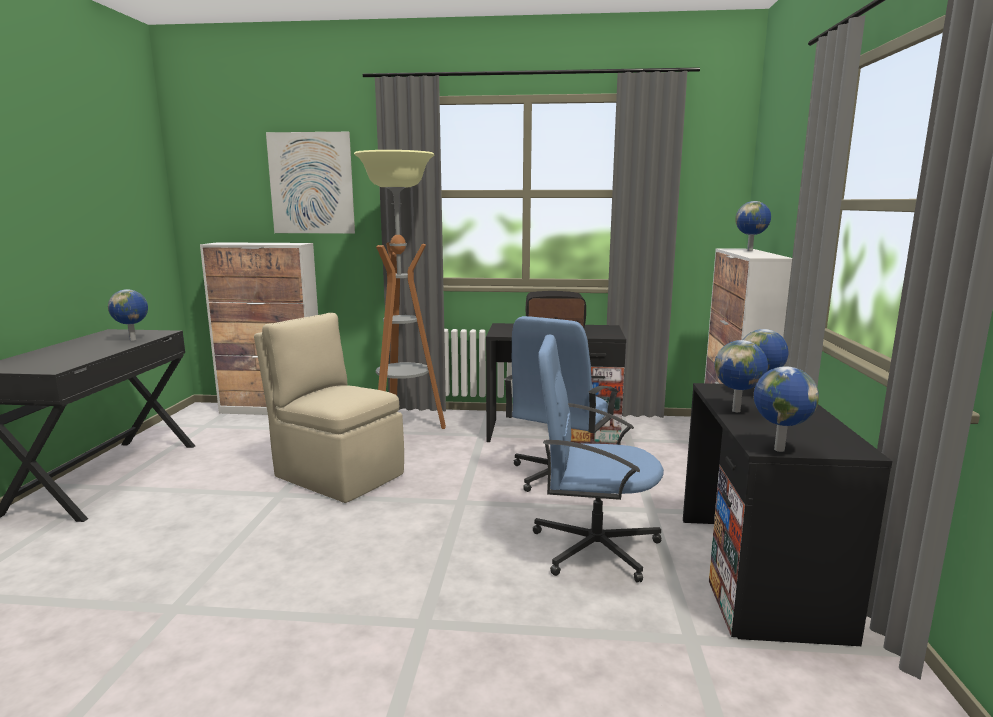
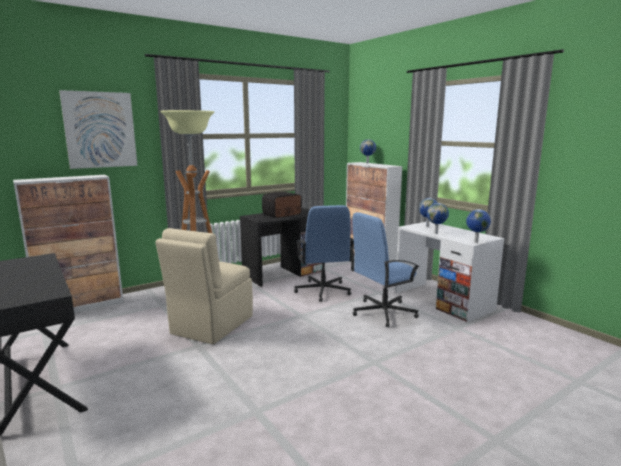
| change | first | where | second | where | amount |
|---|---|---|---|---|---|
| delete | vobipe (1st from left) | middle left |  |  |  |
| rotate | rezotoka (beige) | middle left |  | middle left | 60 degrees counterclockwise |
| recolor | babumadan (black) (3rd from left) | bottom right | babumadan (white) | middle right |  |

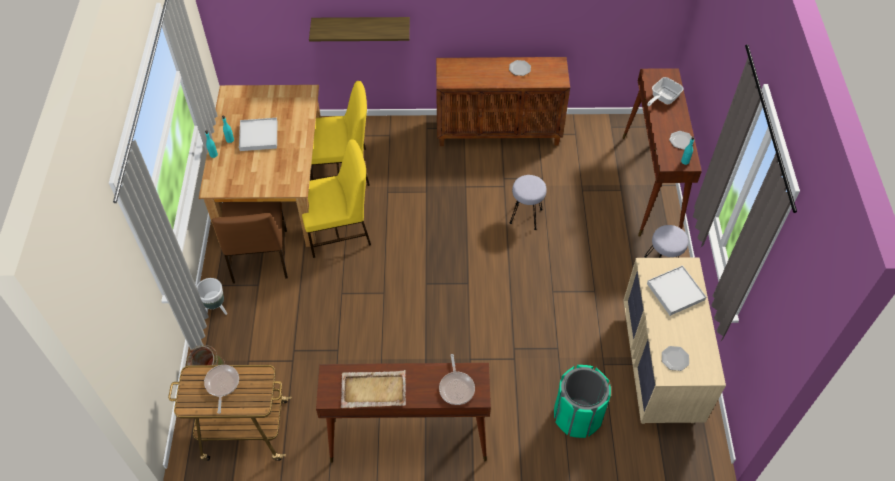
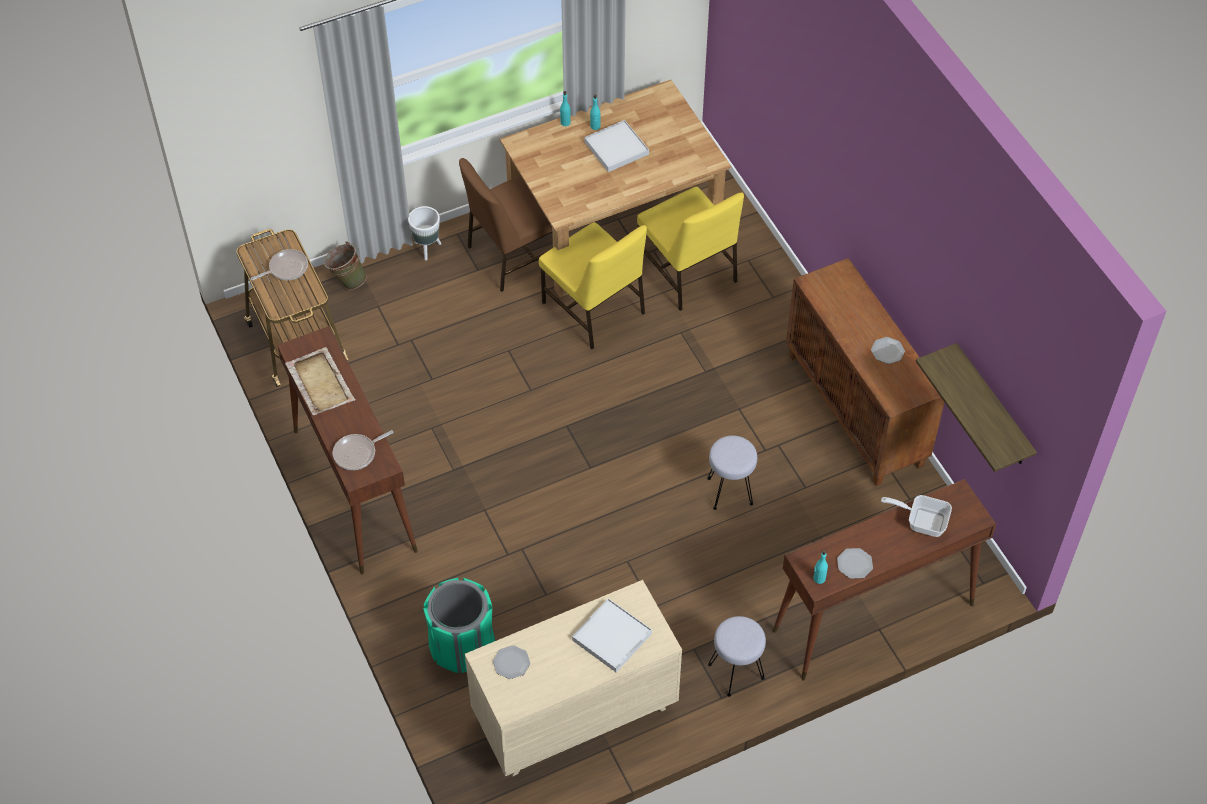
| change | first | where | second | where | amount |
|---|---|---|---|---|---|
| move | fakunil | top centre |  | middle right |  |

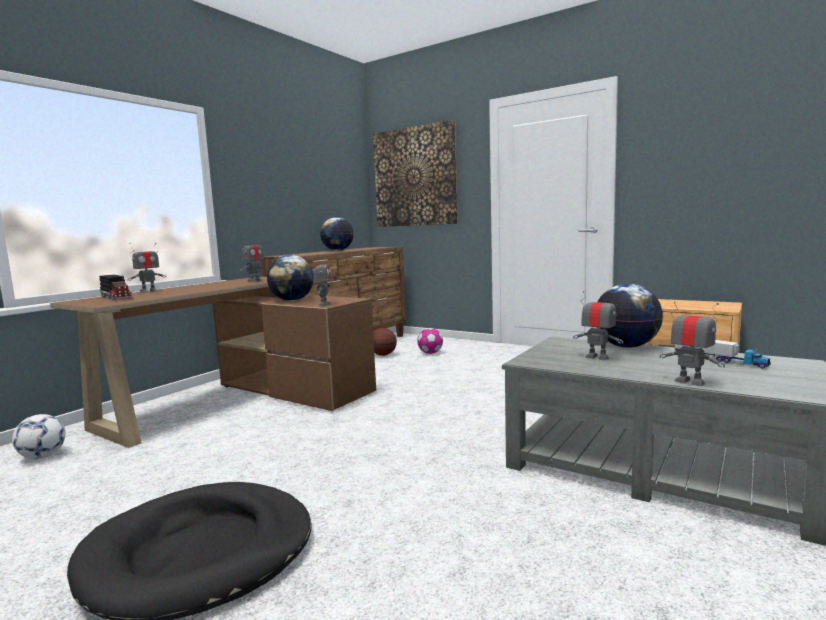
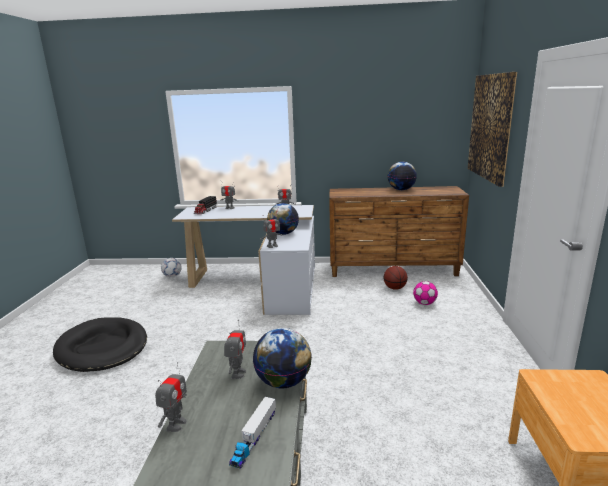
| change | first | where | second | where | amount |
|---|---|---|---|---|---|
| recolor | babumadan (brown) | middle left | babumadan (white) | centre |  |

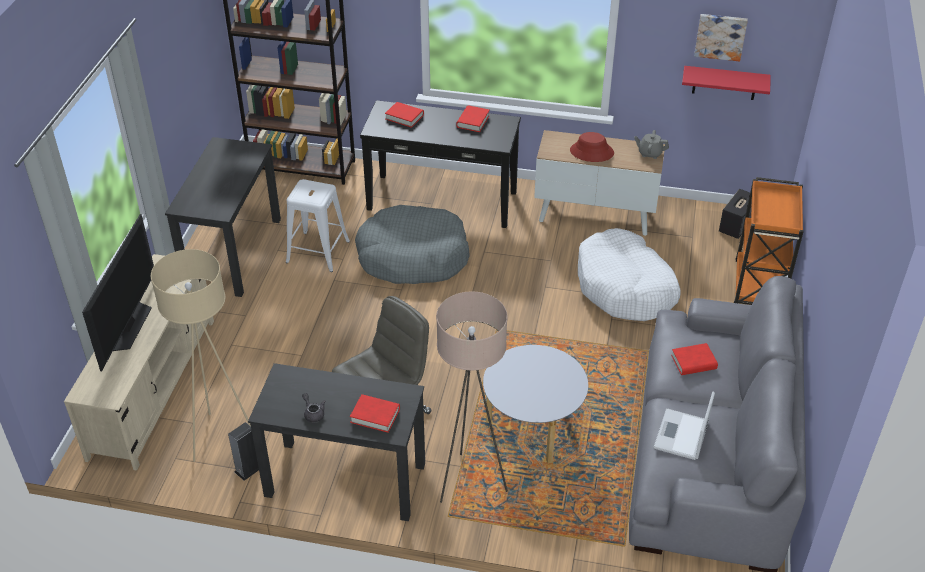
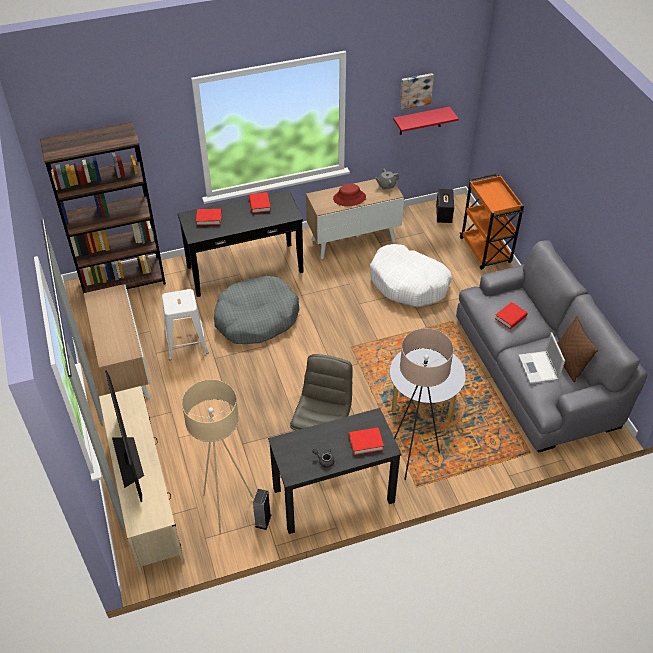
| change | first | where | second | where | amount |
|---|---|---|---|---|---|
| replace | babumadan (black) (1st from left) | middle left | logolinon (1st from left) | middle left |  |
| insert |  |  | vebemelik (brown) | middle right |  |

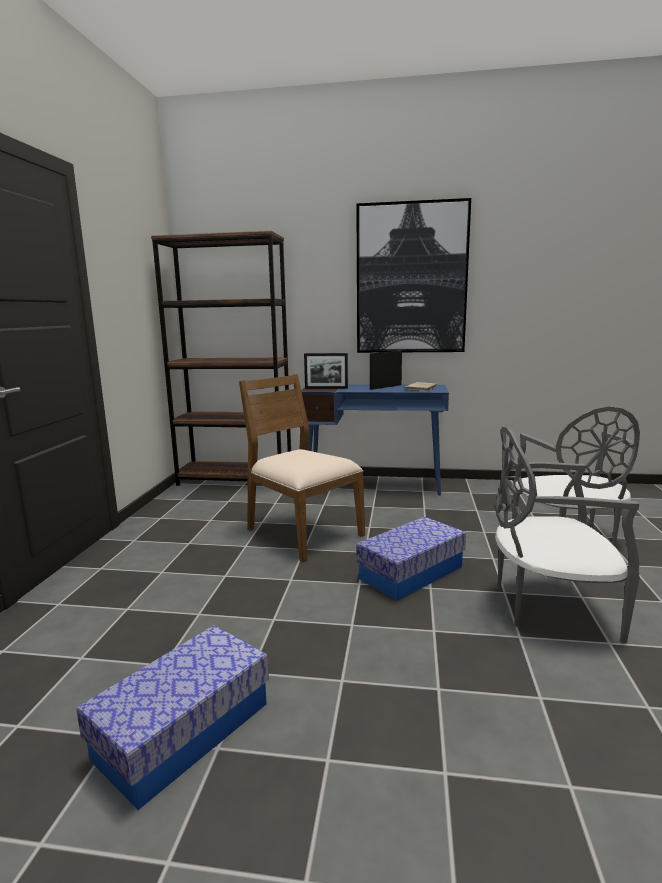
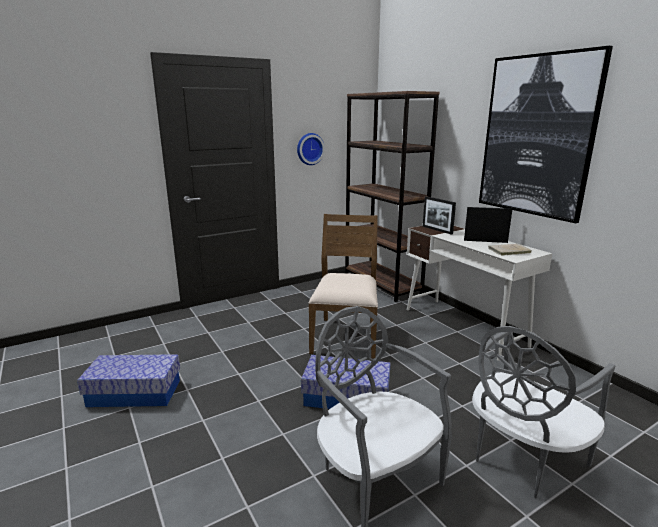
| change | first | where | second | where | amount |
|---|---|---|---|---|---|
| recolor | babumadan (blue) | centre | babumadan (white) | middle right |  |
| insert |  |  | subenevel | top centre |  |

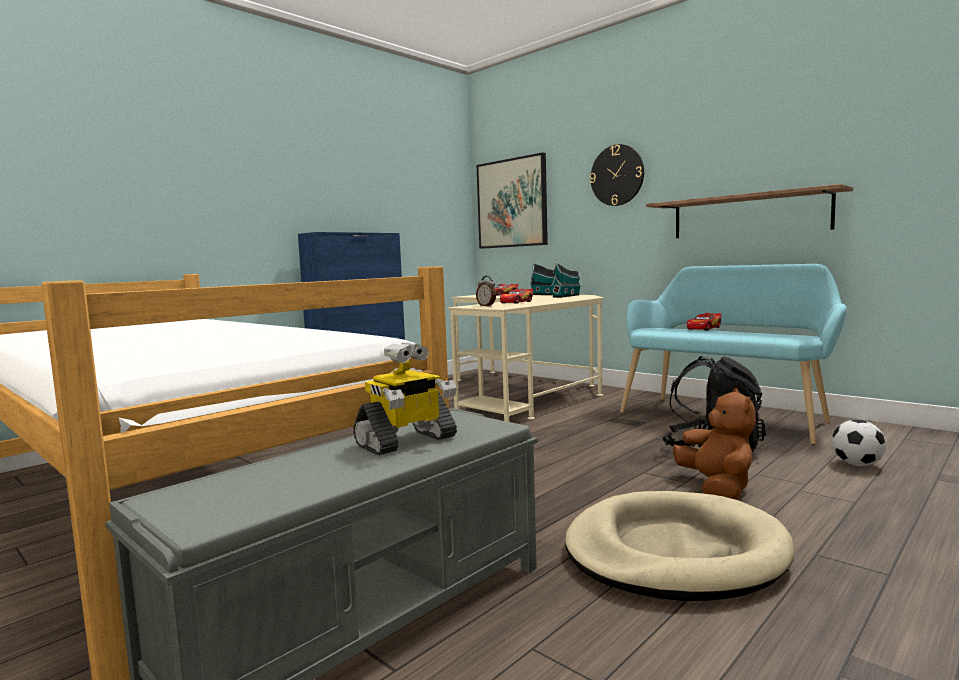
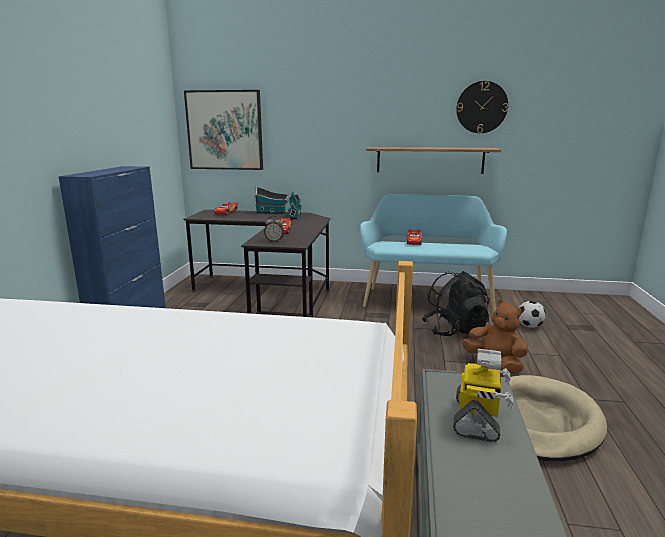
| change | first | where | second | where | amount |
|---|---|---|---|---|---|
| recolor | babumadan (beige) | centre | babumadan (black) | centre |  |
| move | subenevel | top centre |  | top right |  |

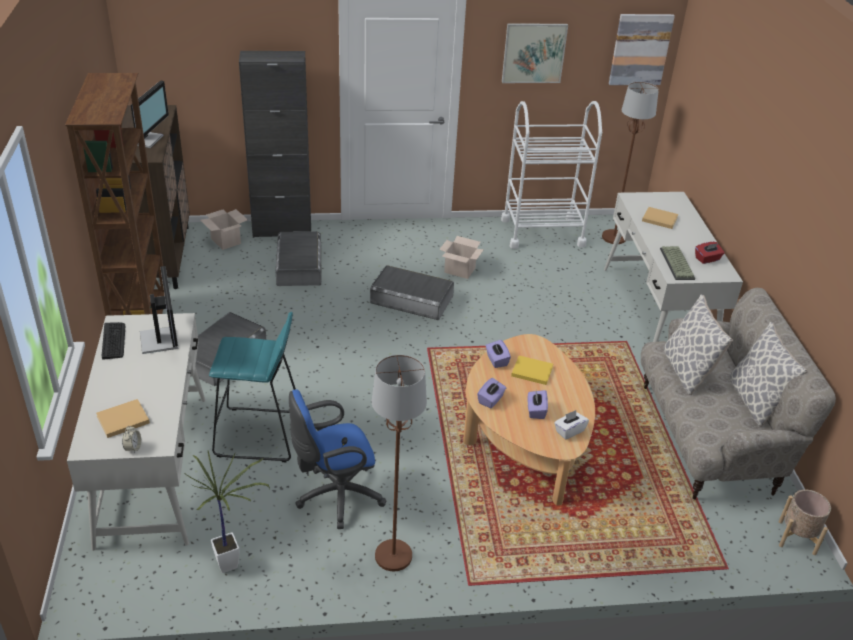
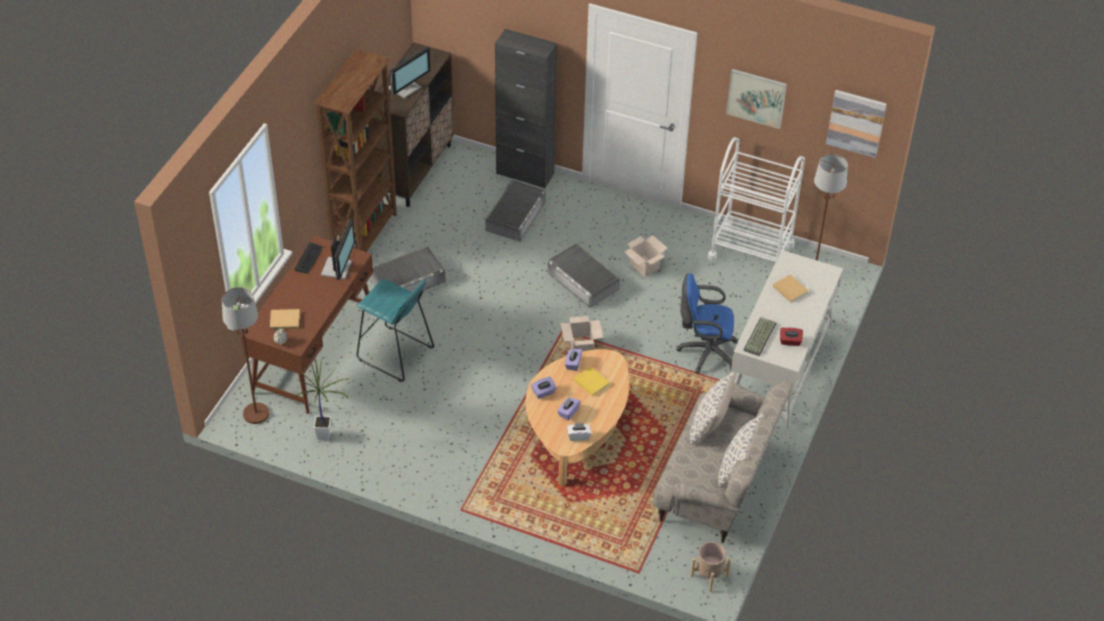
| change | first | where | second | where | amount |
|---|---|---|---|---|---|
| recolor | babumadan (white) (1st from left) | bottom left | babumadan (brown) | middle left |  |
| move | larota (1st from left) | middle left |  | centre |  |
| move | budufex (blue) | bottom centre |  | centre |  |
| move | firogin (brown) (1st from left) | bottom centre |  | middle left |  |

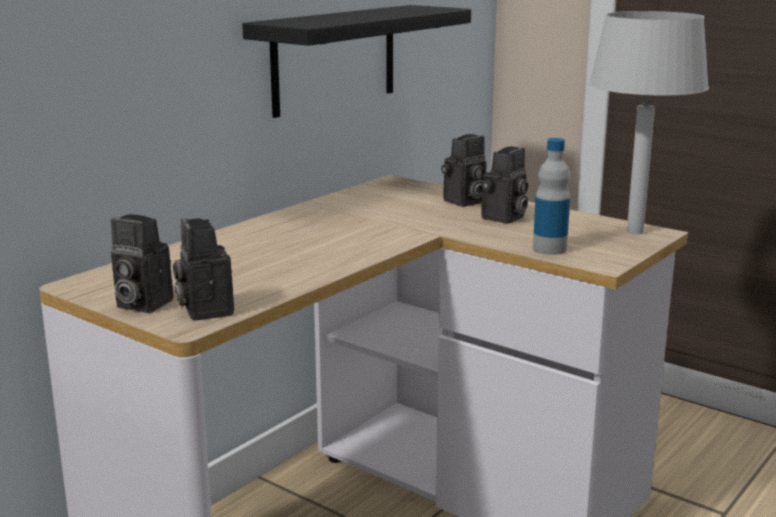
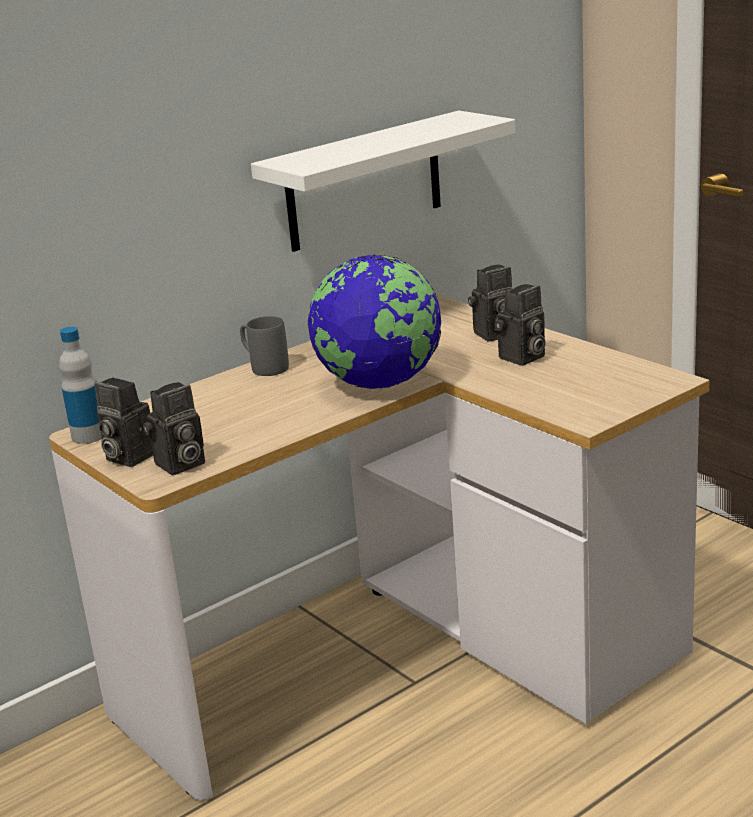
| change | first | where | second | where | amount |
|---|---|---|---|---|---|
| rotate | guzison (2nd from left) | middle left |  | middle left | 120 degrees counterclockwise |
| recolor | fakunil (black) | top centre | fakunil (white) | top centre |  |
| move | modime | middle right |  | middle left |  |
| delete | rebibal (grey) | top right |  |  |  |
| insert |  |  | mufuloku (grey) | centre |  |
| insert |  |  | vobipe | centre |  |

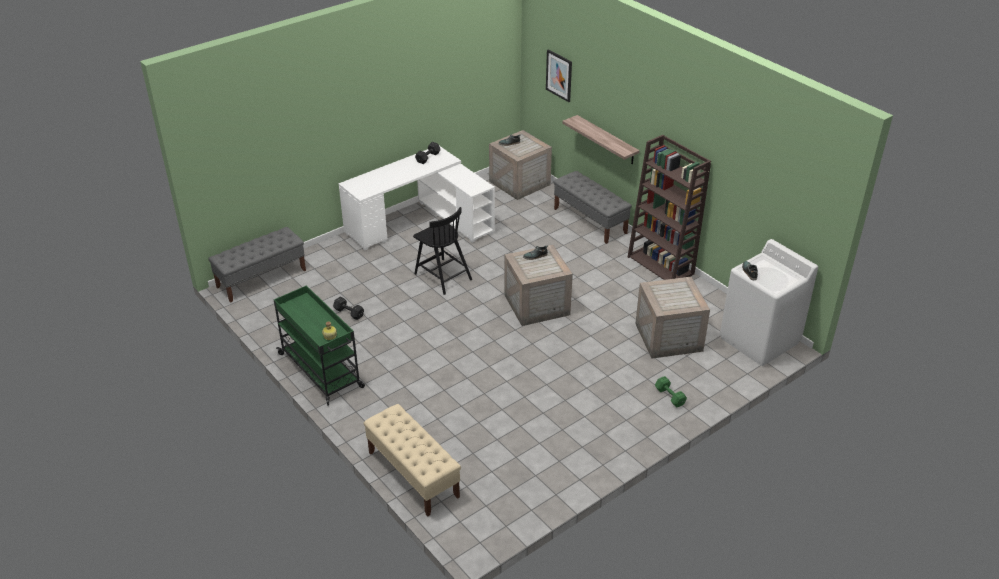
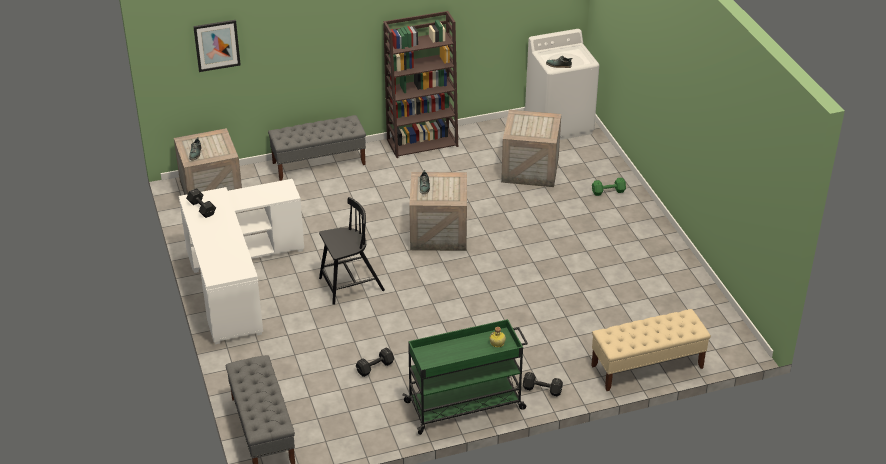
| change | first | where | second | where | amount |
|---|---|---|---|---|---|
| delete | fakunil | top centre |  |  |  |
| insert |  |  | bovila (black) (3rd from left) | bottom centre |  |

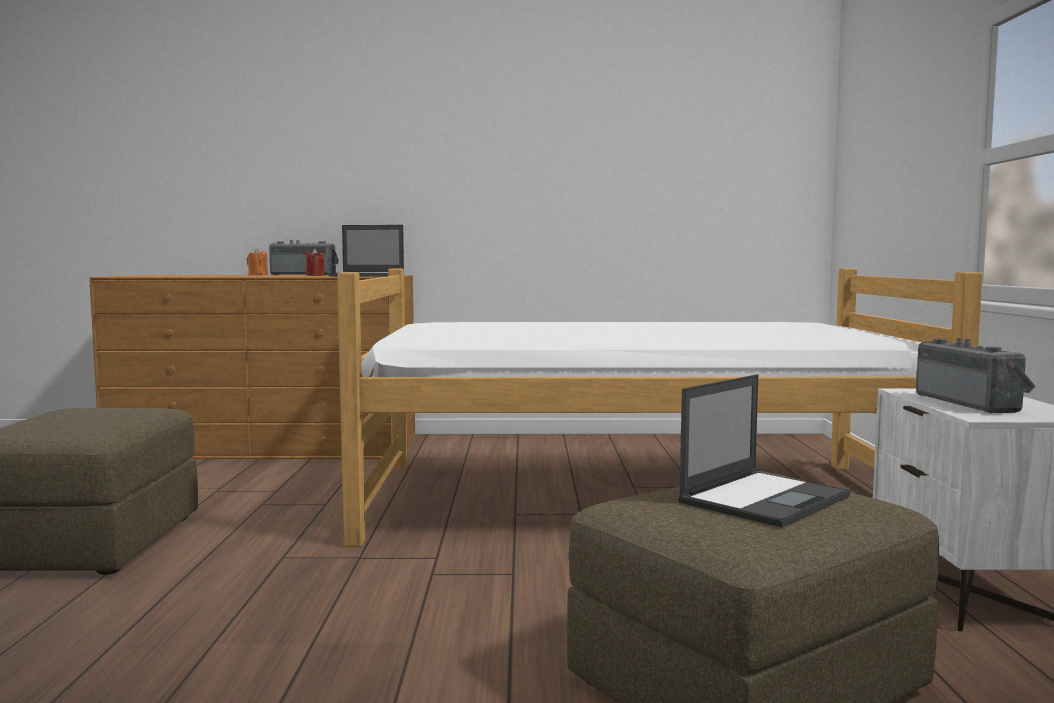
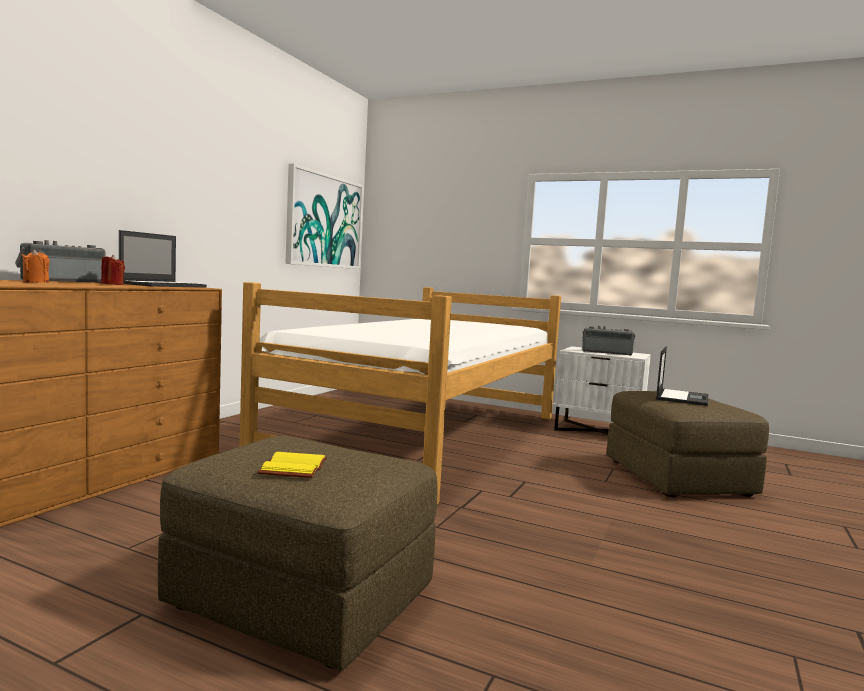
| change | first | where | second | where | amount |
|---|---|---|---|---|---|
| rotate | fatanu (2nd from left) | middle right |  | middle right | 45 degrees clockwise |
| insert |  |  | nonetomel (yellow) | bottom centre |  |
| insert |  |  | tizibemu | top centre |  |

